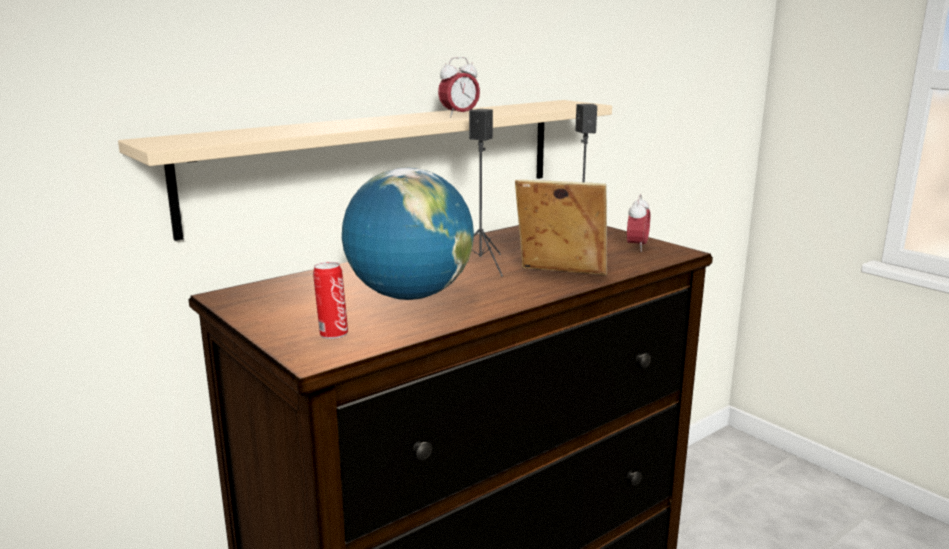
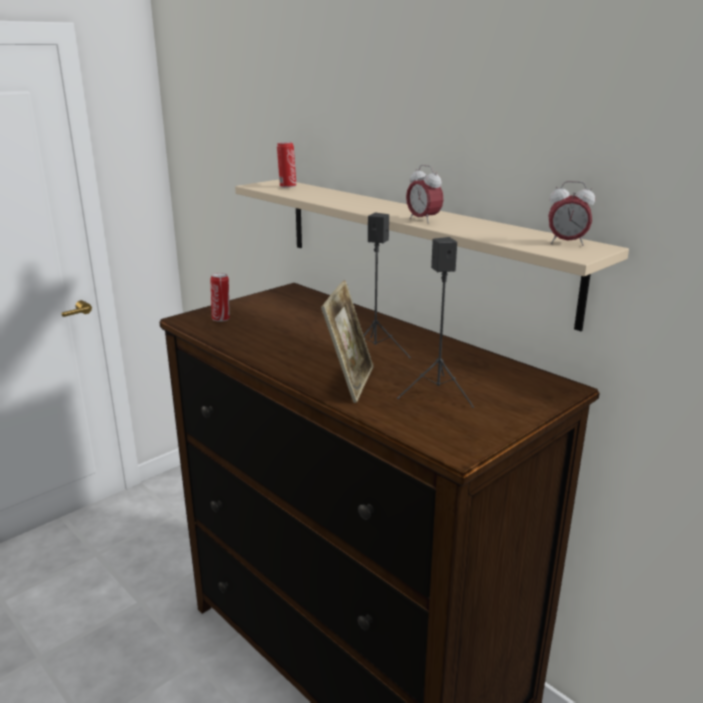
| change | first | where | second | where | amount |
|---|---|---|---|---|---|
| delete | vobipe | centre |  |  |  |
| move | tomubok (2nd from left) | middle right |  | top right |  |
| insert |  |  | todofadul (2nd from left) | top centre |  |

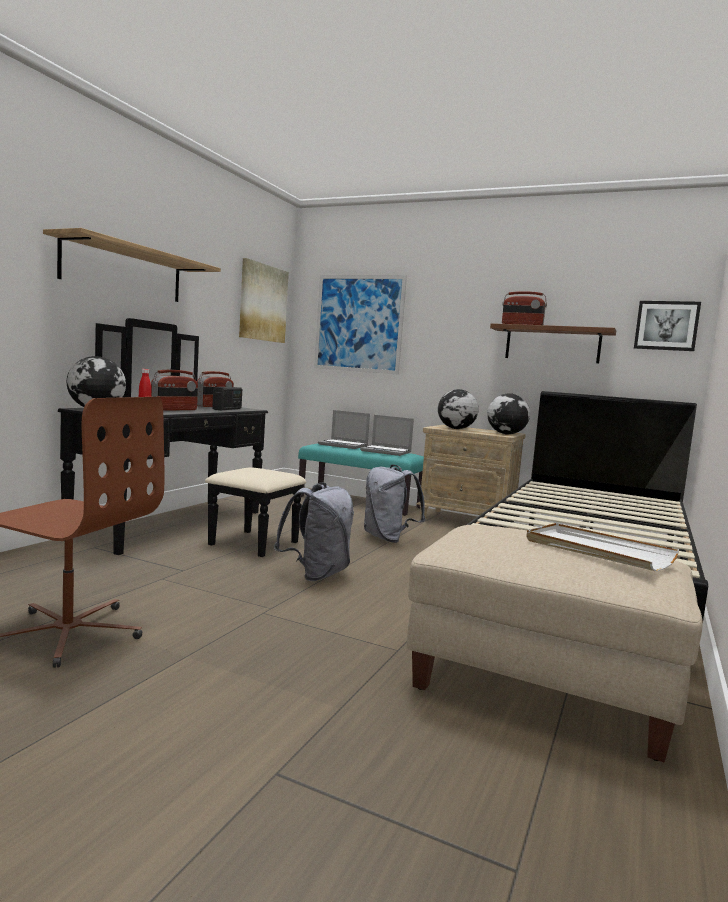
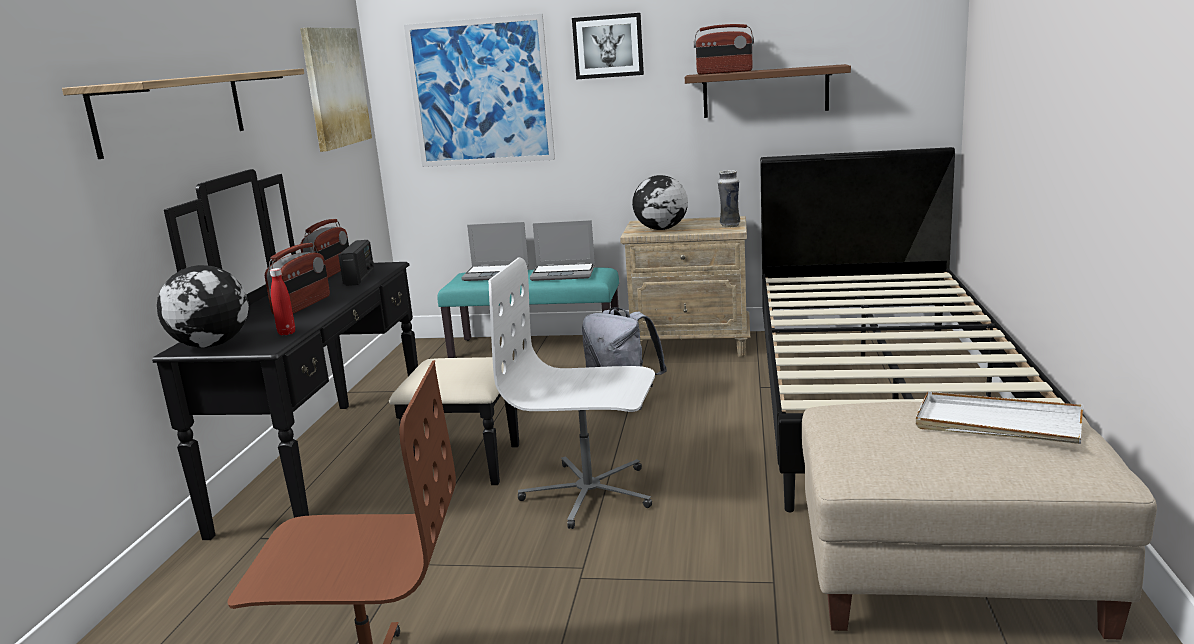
| change | first | where | second | where | amount |
|---|---|---|---|---|---|
| replace | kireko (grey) (1st from left) | centre | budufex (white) | centre |  |
| replace | vobipe (3rd from left) | middle right | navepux | top centre |  |
| move | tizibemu (3rd from left) | middle right |  | top centre |  |

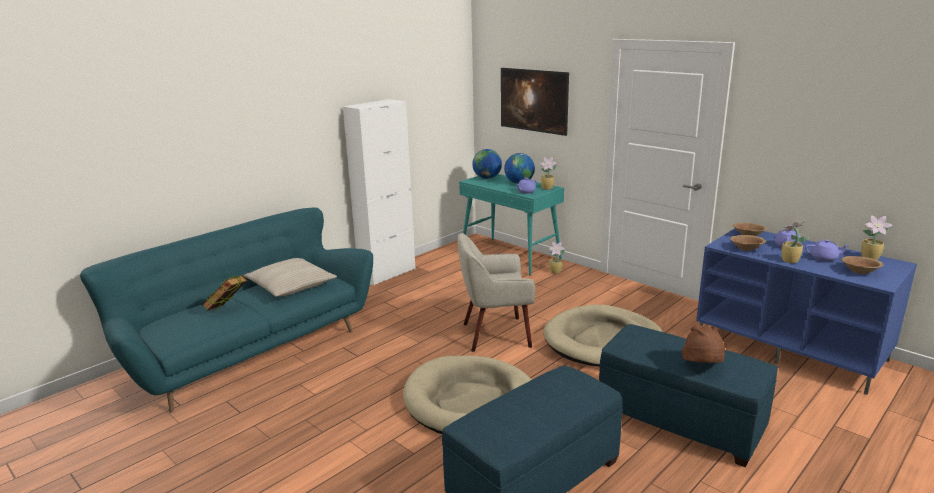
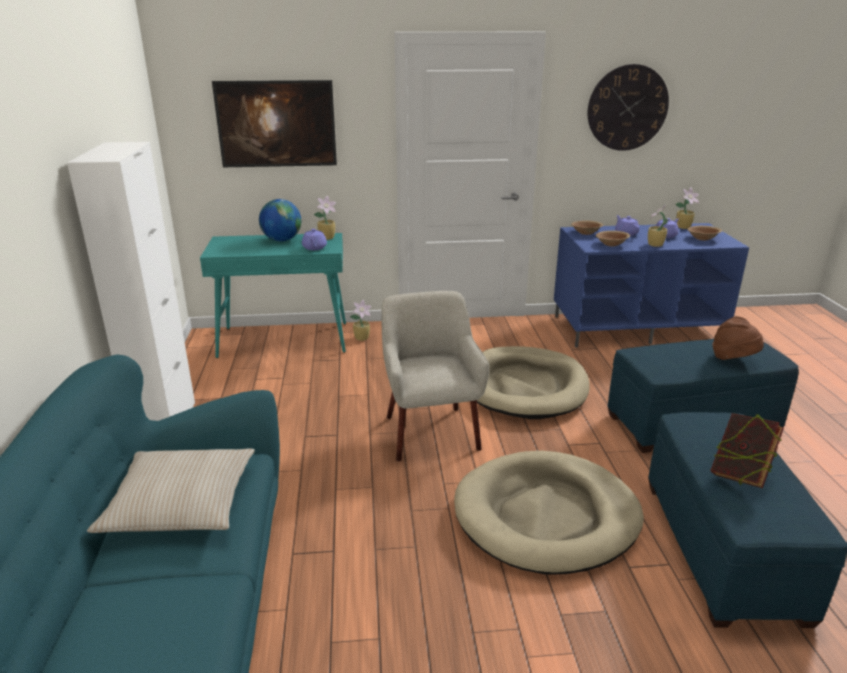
| change | first | where | second | where | amount |
|---|---|---|---|---|---|
| move | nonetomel | middle left |  | bottom right |  |
| rotate | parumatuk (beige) | centre |  | centre | 135 degrees clockwise |
| delete | vobipe (1st from left) | top centre |  |  |  |
| insert |  |  | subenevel | top right |  |

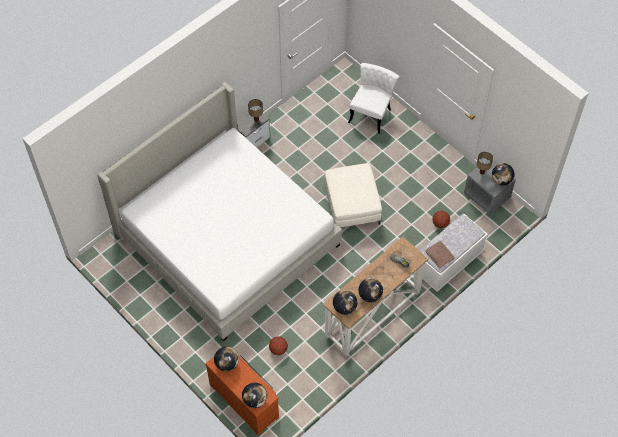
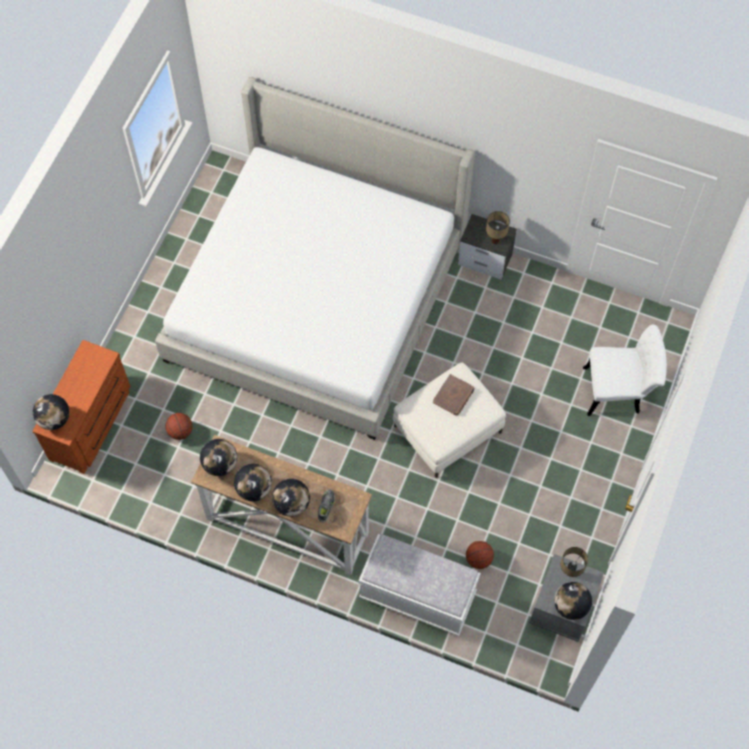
| change | first | where | second | where | amount |
|---|---|---|---|---|---|
| move | vobipe (1st from left in the first image) | bottom centre | vobipe (4th from left) | centre |  |
| move | nonetomel (brown) | middle right |  | centre |  |

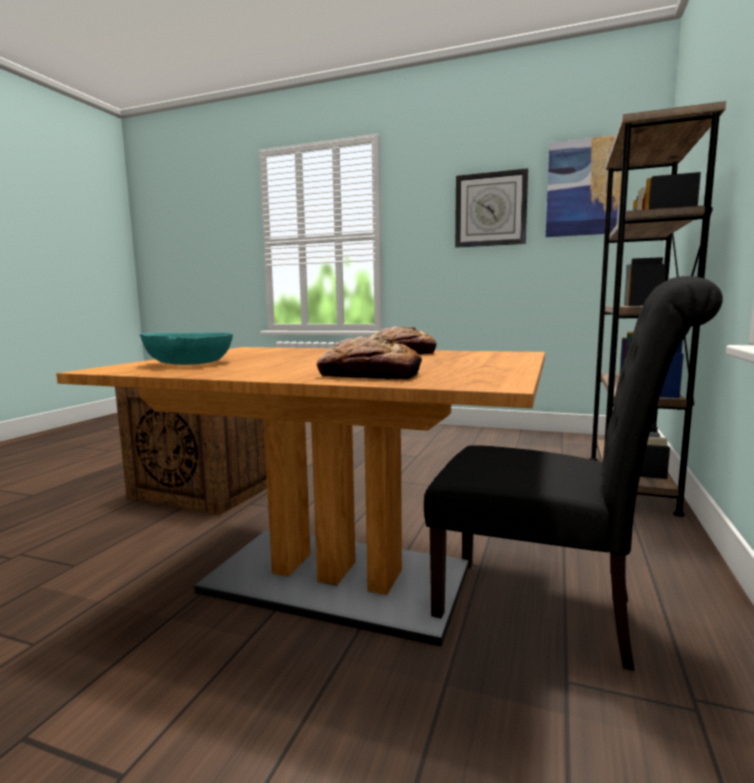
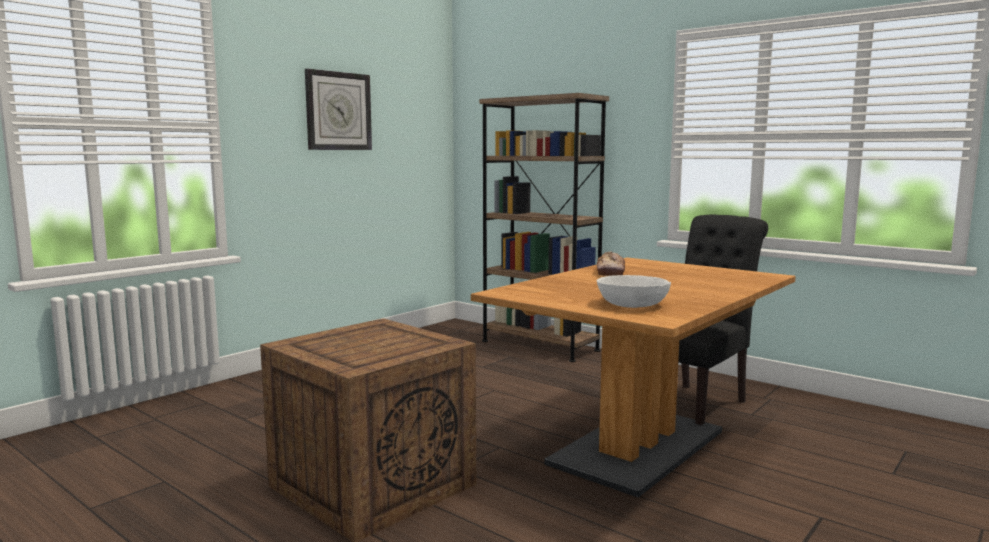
| change | first | where | second | where | amount |
|---|---|---|---|---|---|
| recolor | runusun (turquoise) | middle left | runusun (white) | centre |  |
| delete | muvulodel (1st from left) | centre |  |  |  |
| delete | tizibemu | top right |  |  |  |

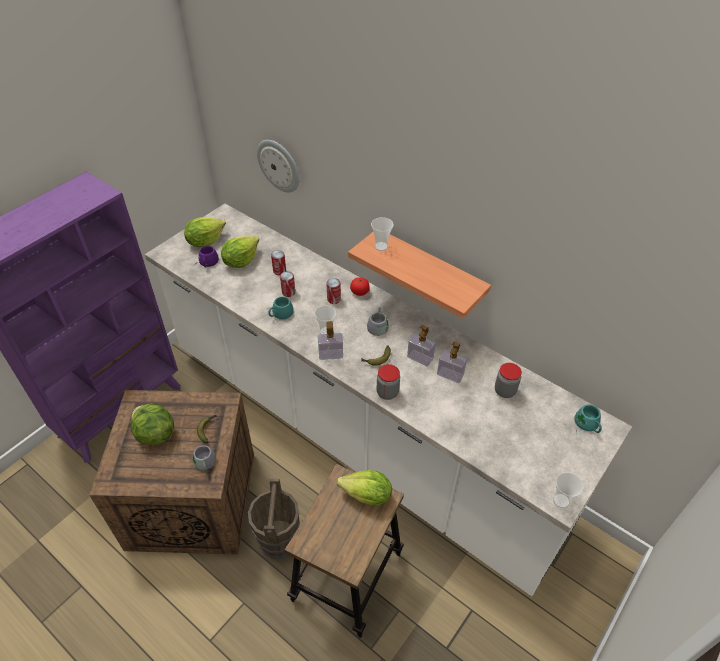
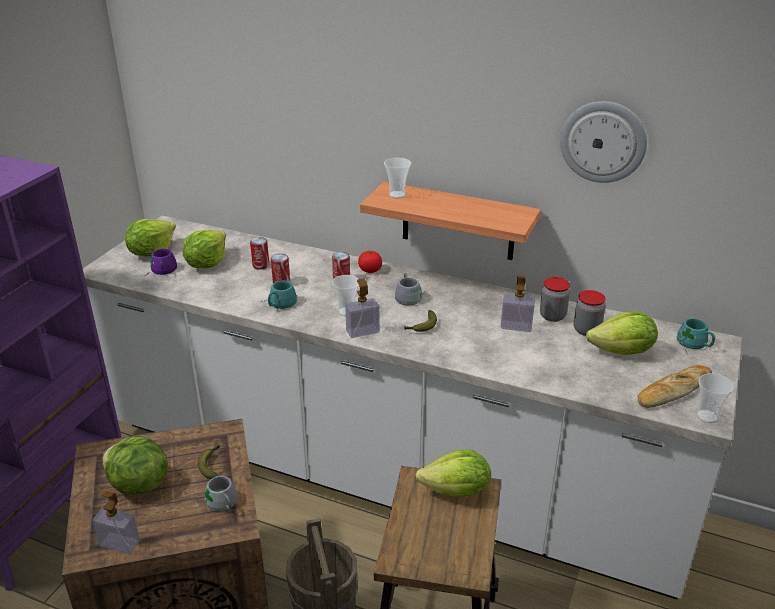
| change | first | where | second | where | amount |
|---|---|---|---|---|---|
| move | subenevel | top centre |  | top right |  |
| move | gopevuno (1st from left) | centre |  | middle right |  |
| move | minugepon (2nd from left in the first image) | centre | minugepon (1st from left) | bottom left |  |
| insert |  |  | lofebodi (5th from left) | middle right |  |
| insert |  |  | muvulodel | middle right |  |

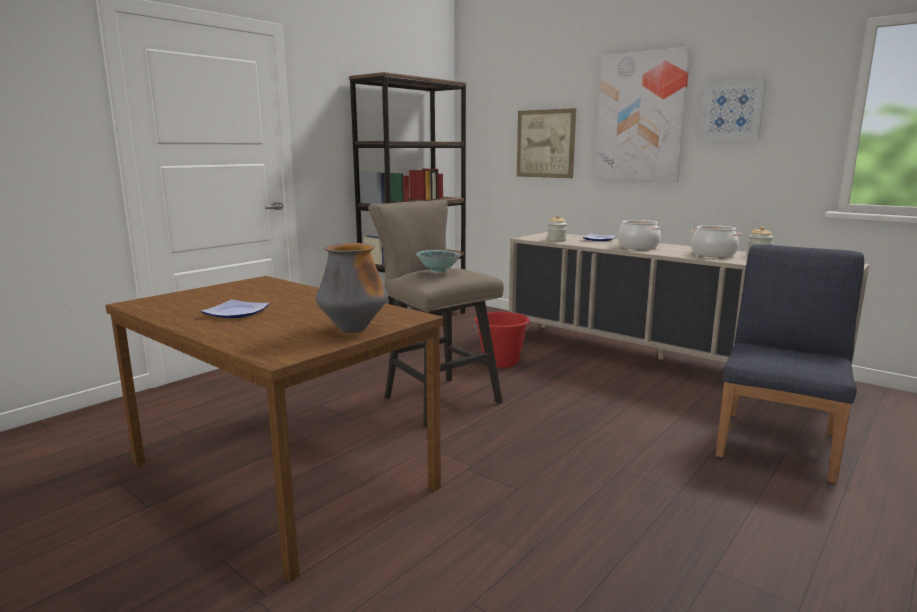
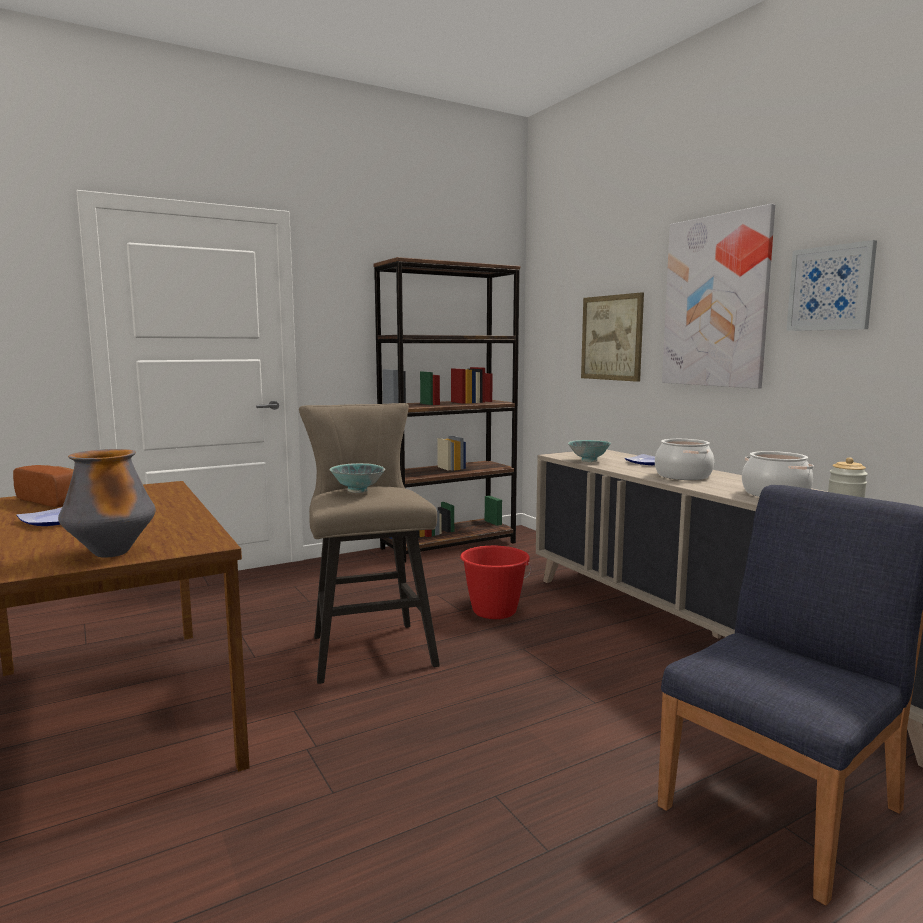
| change | first | where | second | where | amount |
|---|---|---|---|---|---|
| replace | gopevuno (1st from left) | centre | runusun (2nd from left) | centre |  |
| insert |  |  | muvulodel | middle left |  |

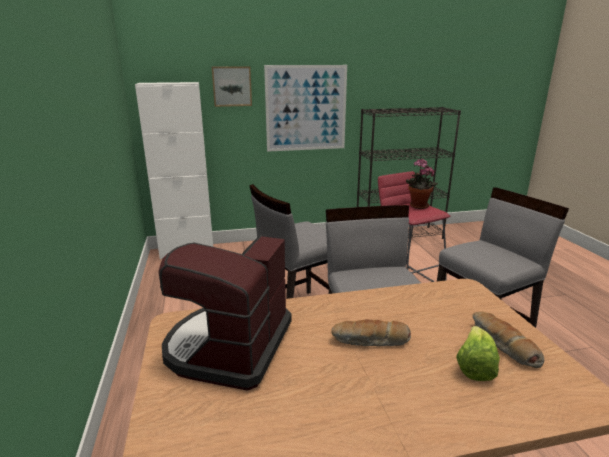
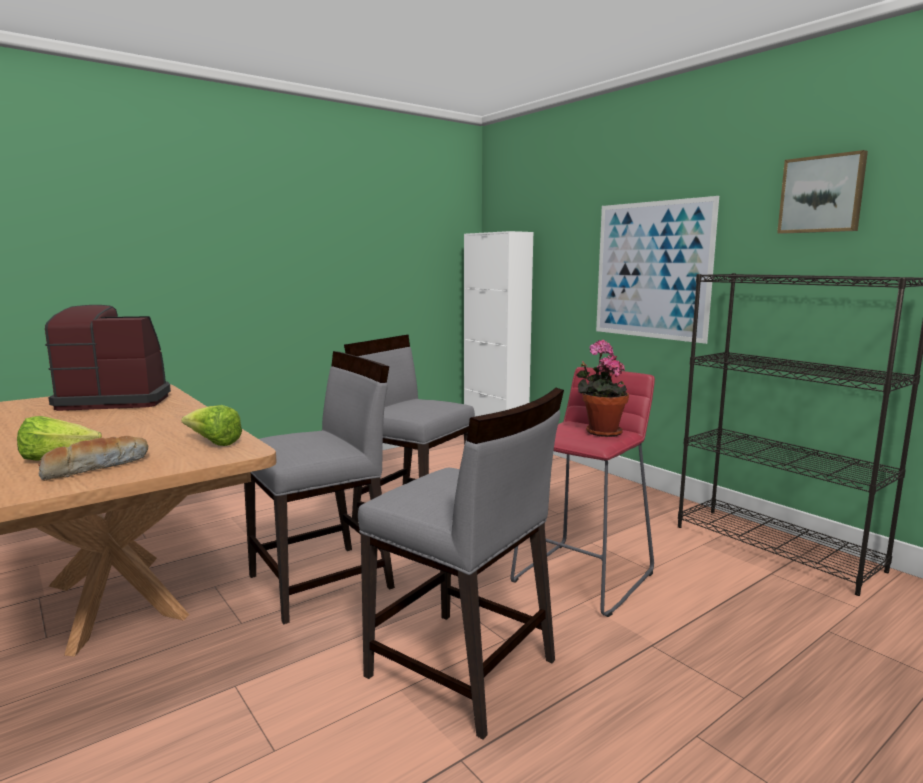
| change | first | where | second | where | amount |
|---|---|---|---|---|---|
| move | tizibemu (1st from left in the first image) | top centre | tizibemu (2nd from left) | top right |  |
| delete | muvulodel (1st from left) | bottom centre |  |  |  |
| insert |  |  | lofebodi (2nd from left) | middle left |  |

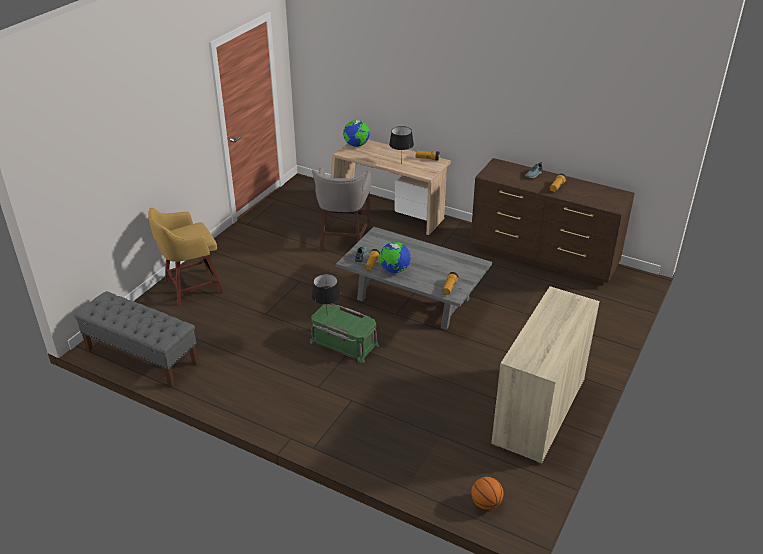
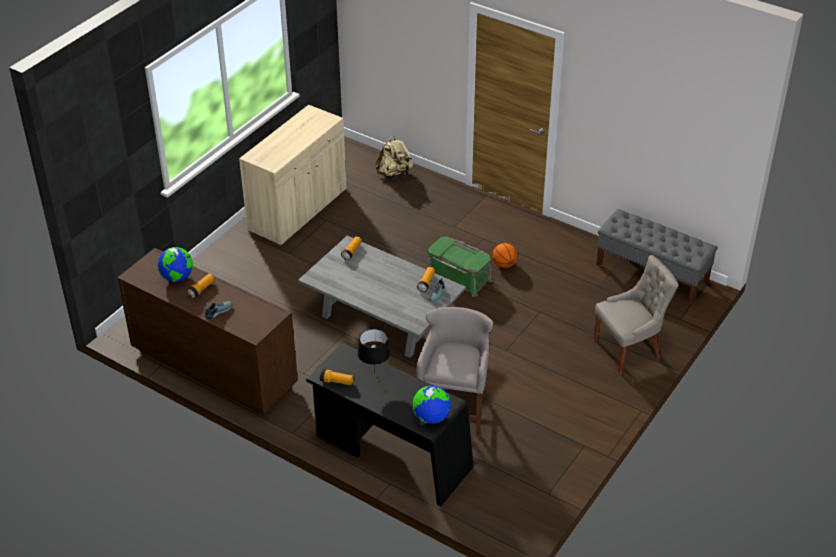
| change | first | where | second | where | amount |
|---|---|---|---|---|---|
| replace | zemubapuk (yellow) | middle left | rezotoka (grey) | middle right |  |
| delete | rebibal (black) (1st from left) | centre |  |  |  |
| recolor | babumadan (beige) | centre | babumadan (black) | bottom centre |  |
| move | vobipe (2nd from left in the first image) | centre | vobipe (1st from left) | middle left |  |
| move | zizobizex | bottom centre |  | centre |  |
| insert |  |  | kireko (beige) | top centre |  |

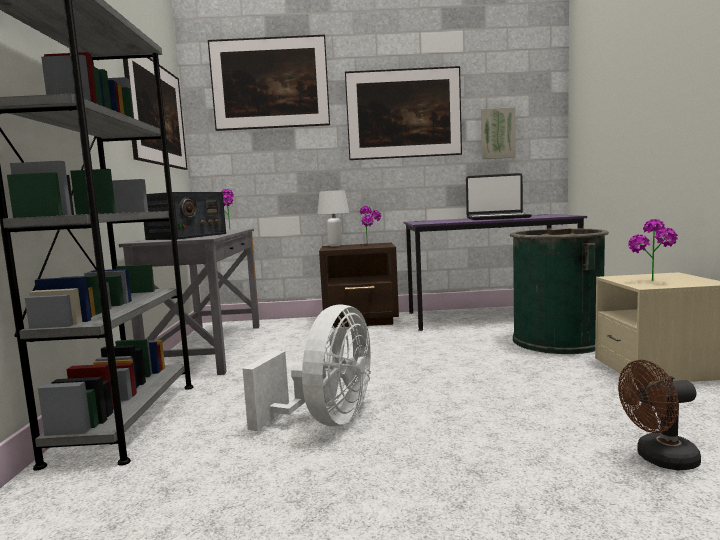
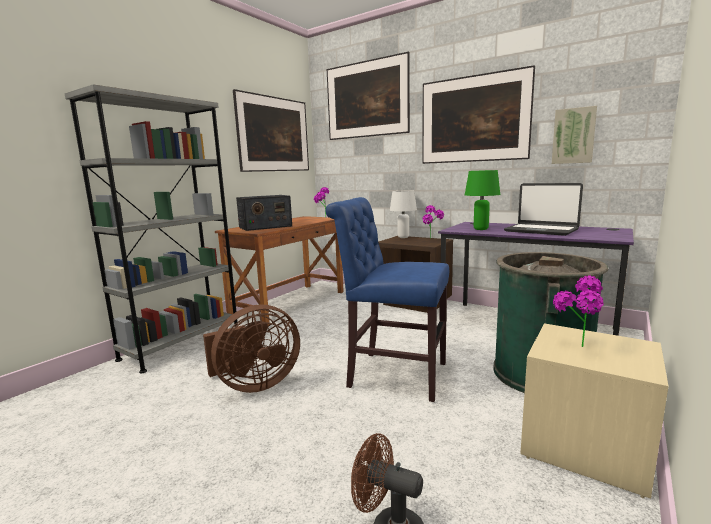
| change | first | where | second | where | amount |
|---|---|---|---|---|---|
| recolor | babumadan (grey) | middle left | babumadan (brown) | centre |  |
| recolor | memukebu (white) | bottom centre | memukebu (brown) (1st from left) | centre |  |
| insert |  |  | rezotoka (blue) | centre |  |
| insert |  |  | rebibal (green) | middle right |  |

